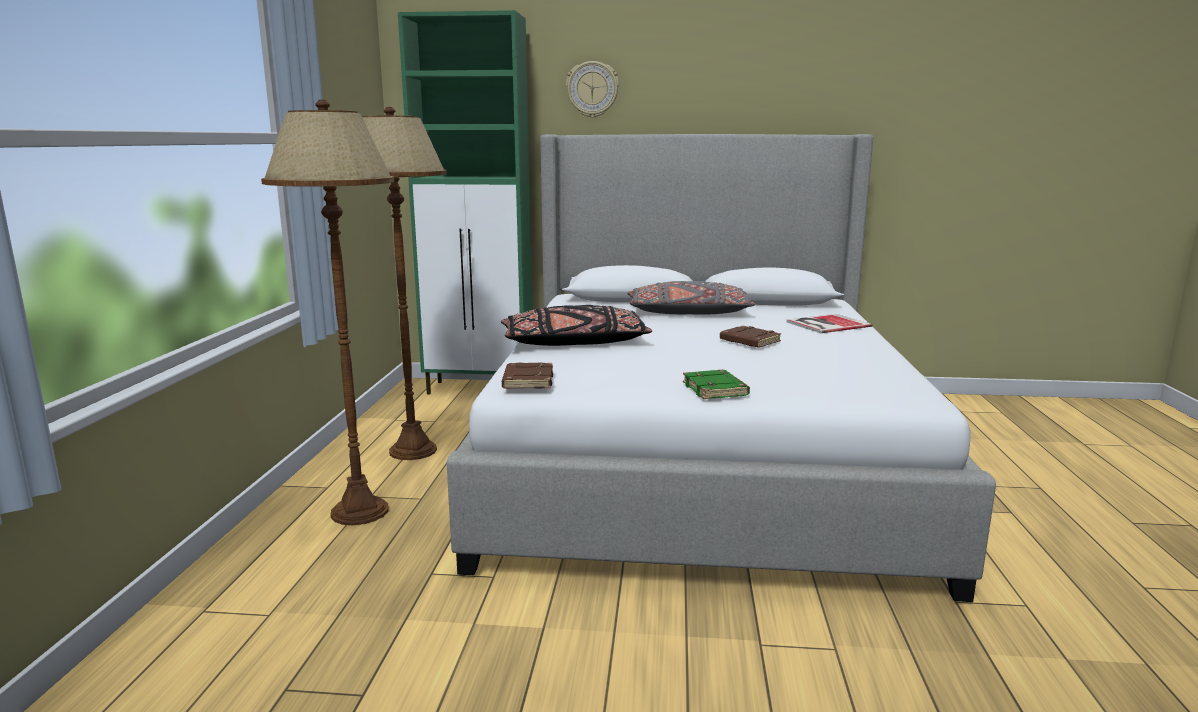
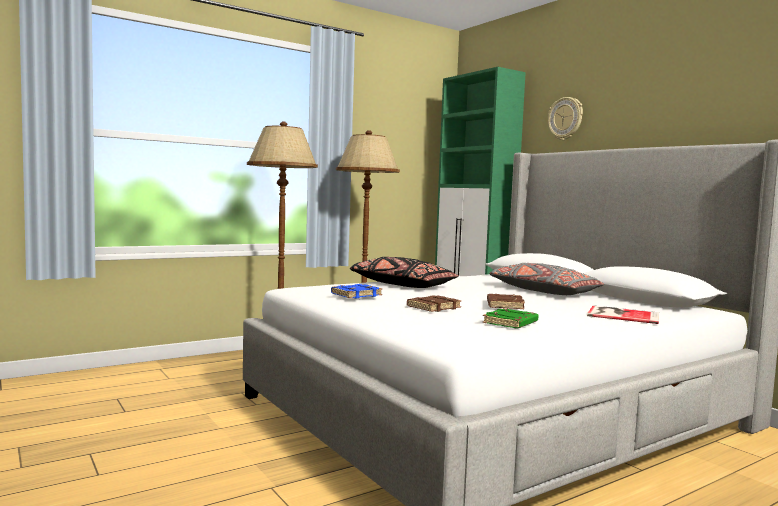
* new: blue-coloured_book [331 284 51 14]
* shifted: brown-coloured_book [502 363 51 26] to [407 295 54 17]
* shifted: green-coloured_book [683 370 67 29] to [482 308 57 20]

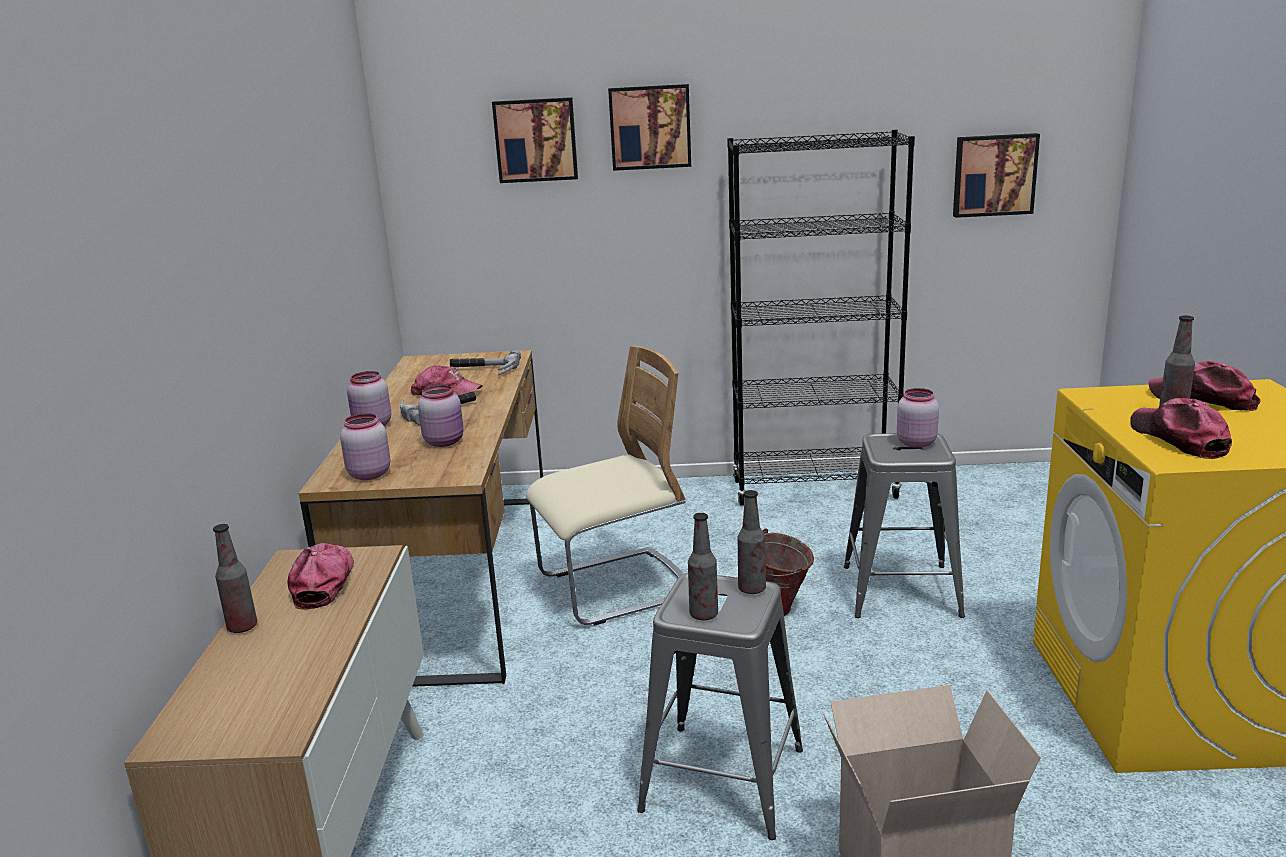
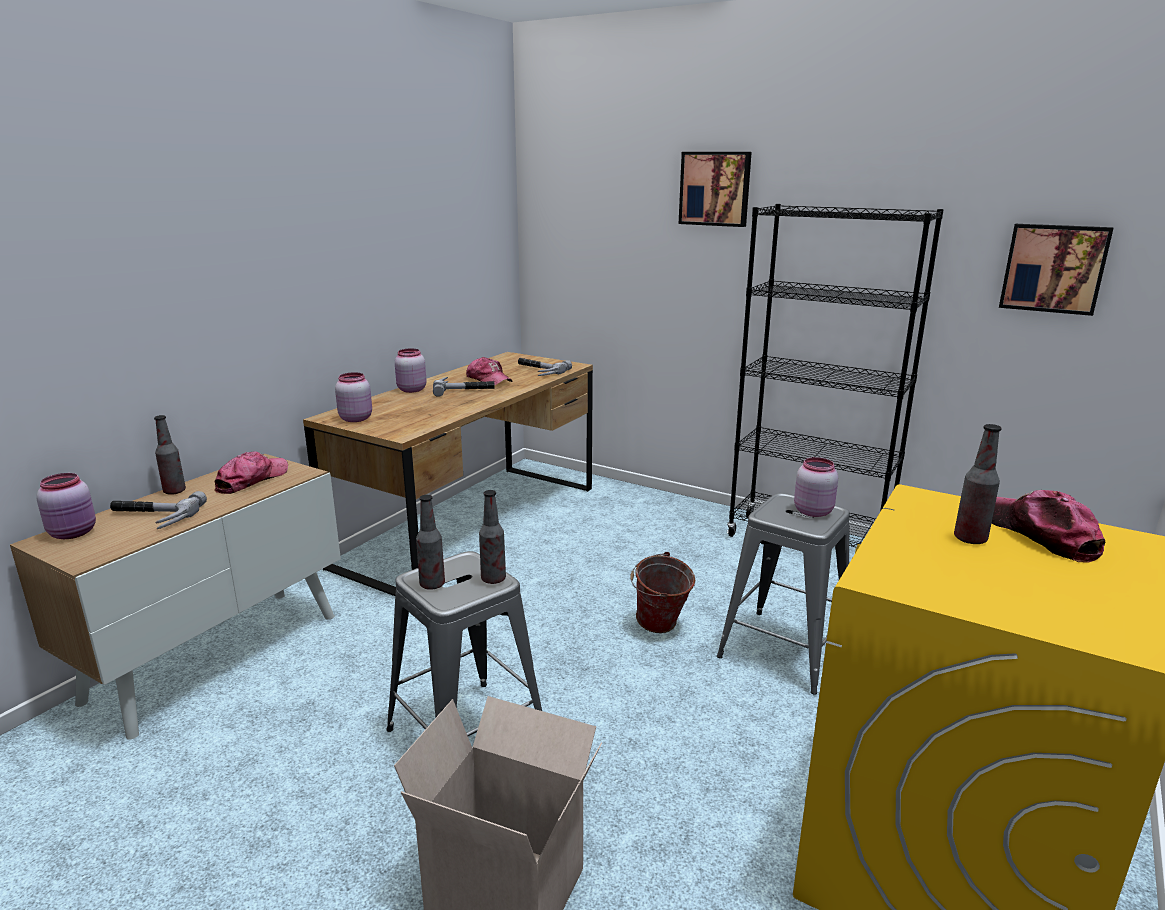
* gone: wall_art [492 97 86 86]
* gone: sand-coloured_upright_chair [526 346 160 280]
* gone: peaked_cap [1130 398 102 61]
* new: hammer [110 491 97 38]
* shifted: pink_jar [418 385 46 62] to [37 473 59 66]

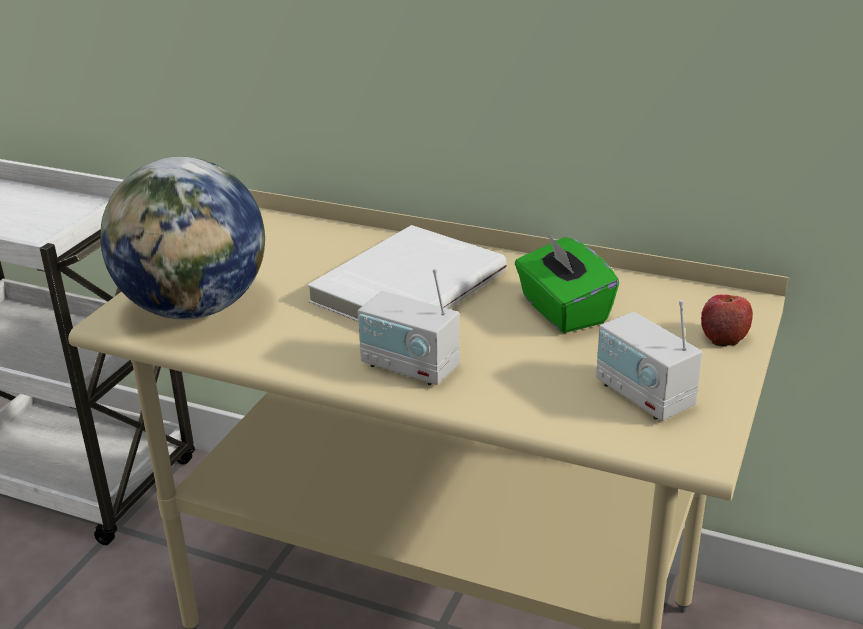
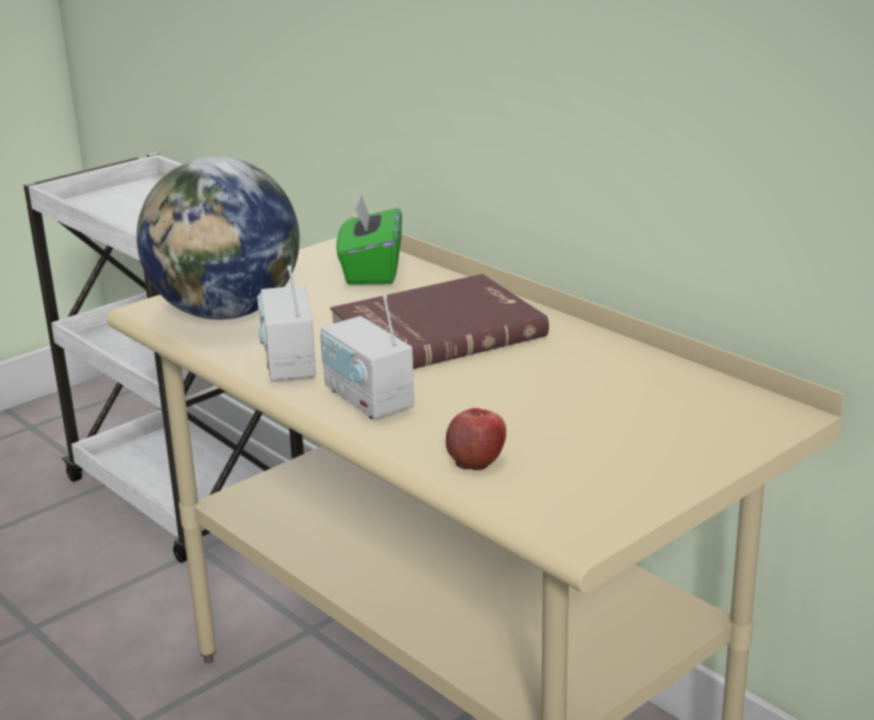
* shifted: green-coloured_tissue_holder [515 233 104 100] to [336 195 66 90]
* shifted: radio_receiver [596 300 106 121] to [257 265 59 115]
* shifted: apple [701 295 52 52] to [446 408 60 62]
* repainted: whitish_book [307 225 199 96] to red_book [330 274 219 95]

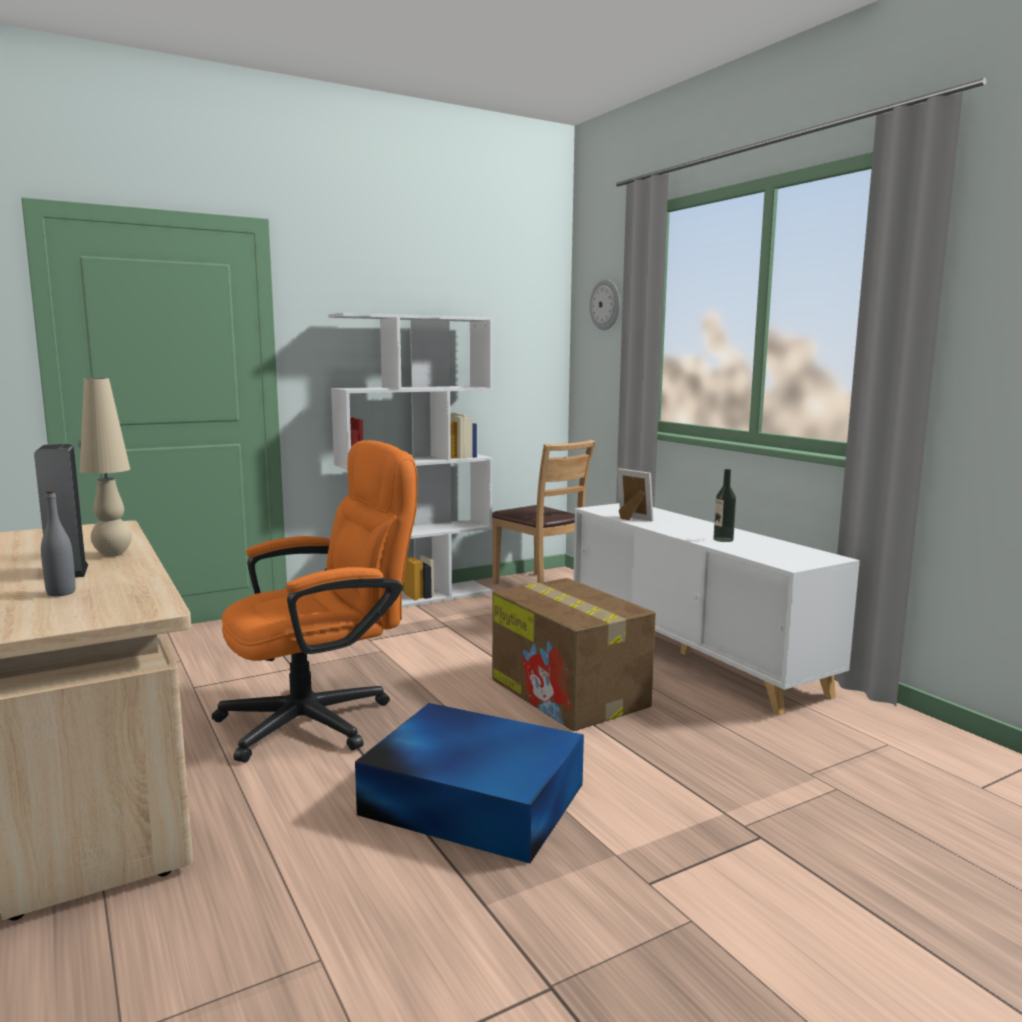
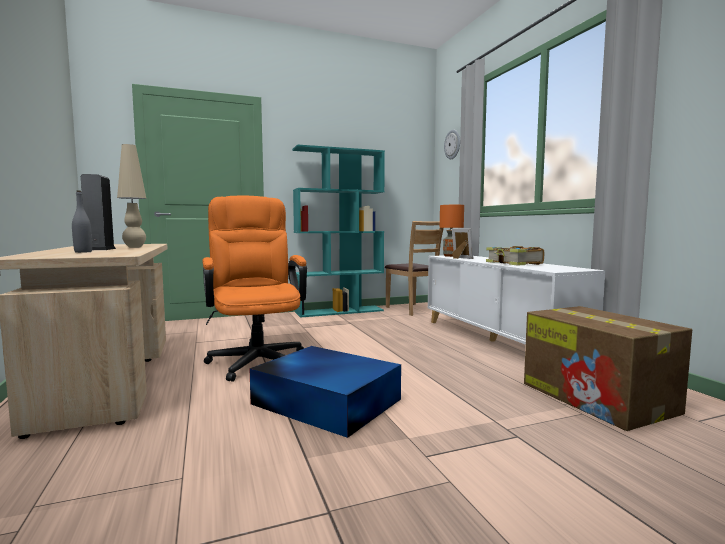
* new: orange-coloured_lamp_for_a_table [440 205 24 52]
* shifted: cardboard_box [492 578 164 153] to [524 306 168 125]
* swapped: beverage_bottle [713 469 23 73] to book [486 246 58 20]
* repainted: whitish_bookcase [328 313 165 295] to turquoise-coloured_bookcase [292 144 93 174]
* rotated: orange-coloured_office_chair [212 440 205 323] = [202 196 105 186] 90 degrees counterclockwise

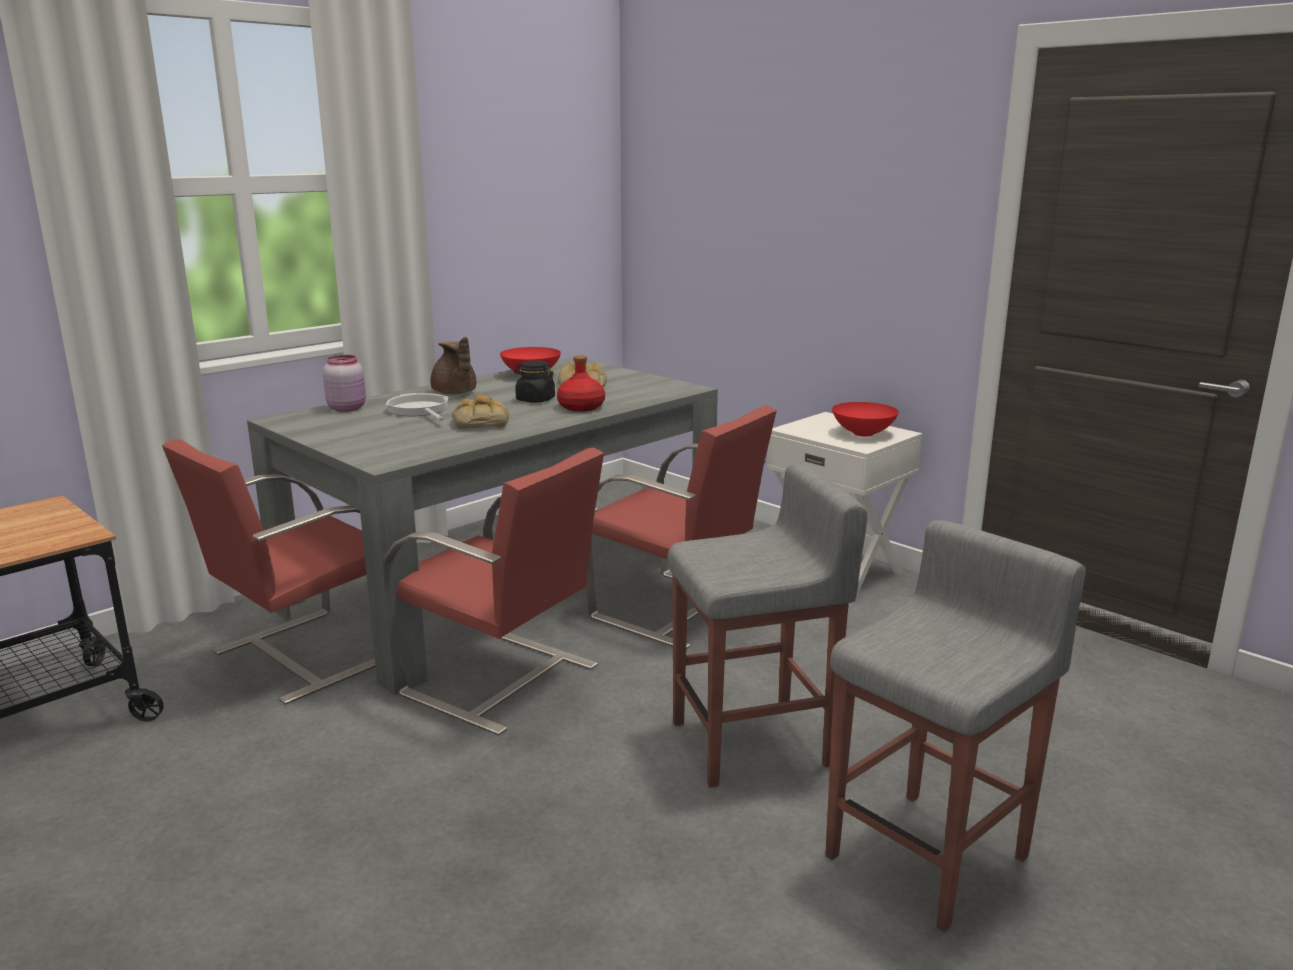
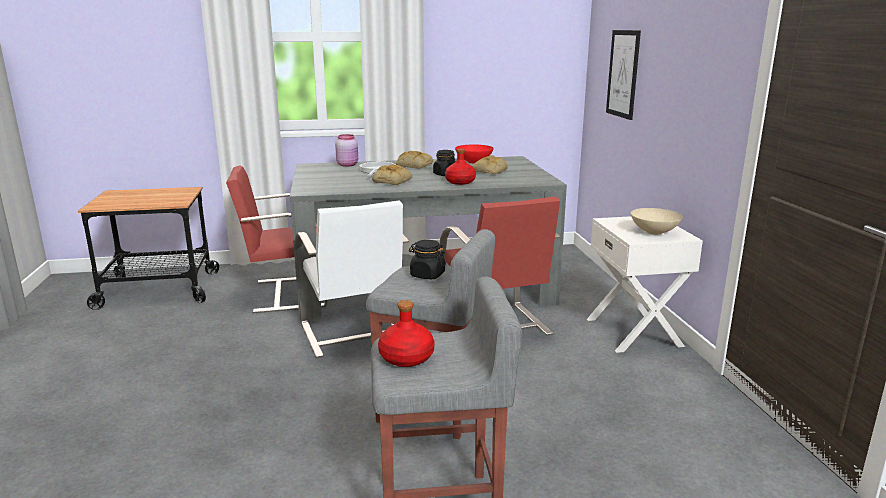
* new: red_beverage_bottle [378 300 56 67]
* new: black_jar [409 240 37 39]
* new: wall_art [606 30 35 90]
* swapped: brown-coloured_teapot [431 337 45 57] to baked_bread [396 151 37 18]
* repainted: red_upright_chair [384 447 220 289] to whitish_upright_chair [295 200 114 158]
* repainted: red_bowl [832 402 67 35] to sand-coloured_bowl [630 208 53 27]

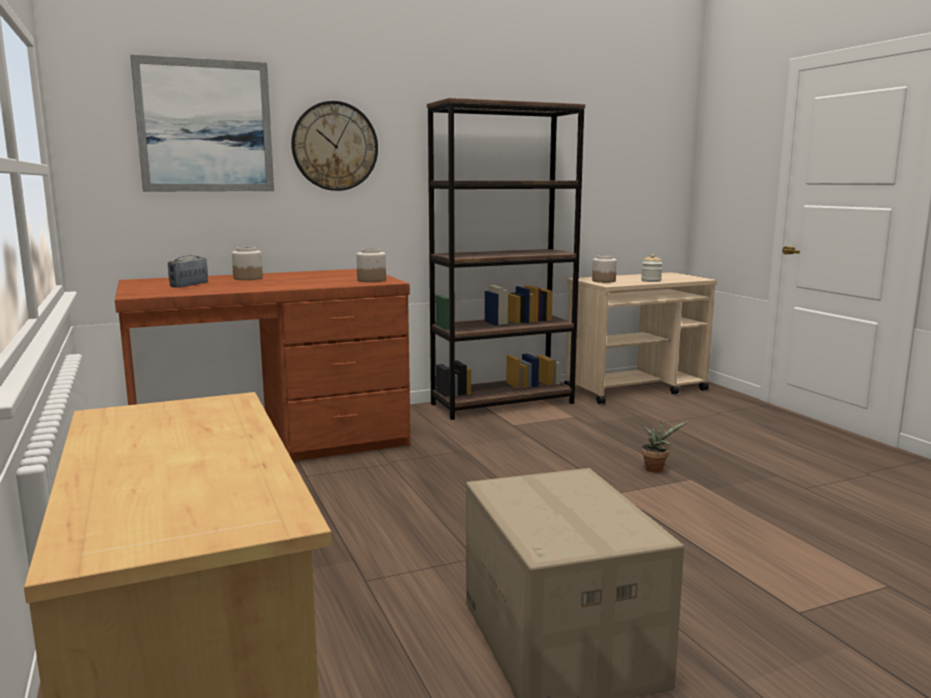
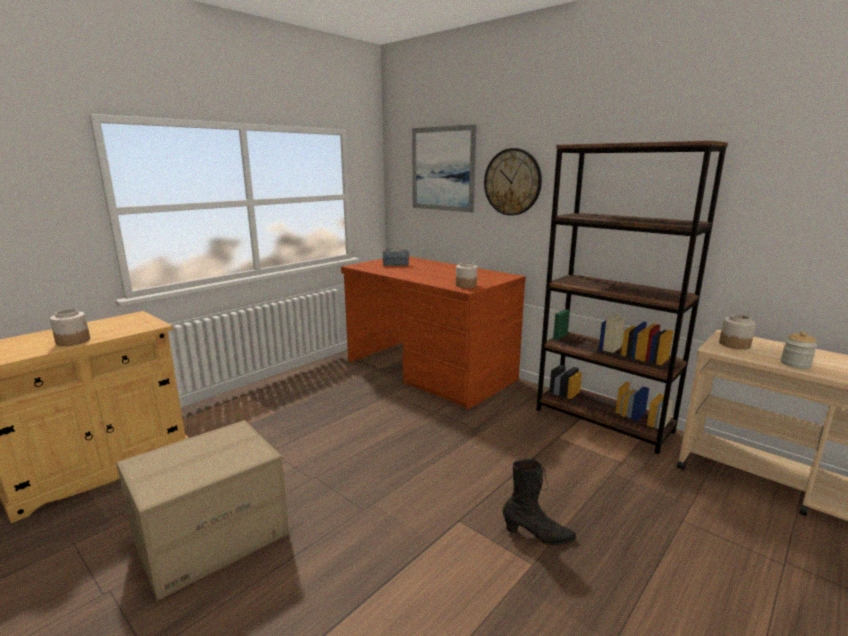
* shifted: jar [232 247 31 33] to [50 309 40 37]
* swapped: houseplant [641 420 46 52] to black_tall_boot [502 459 74 87]

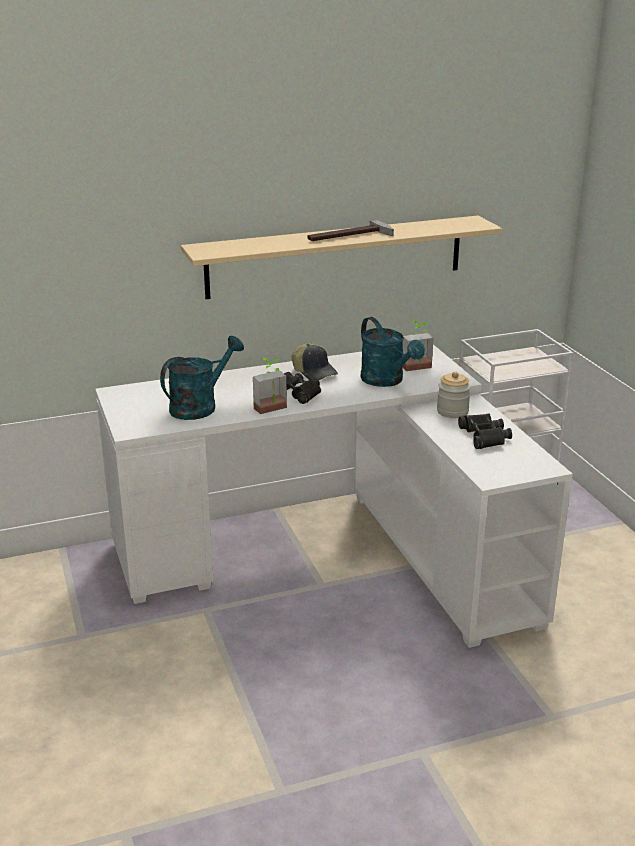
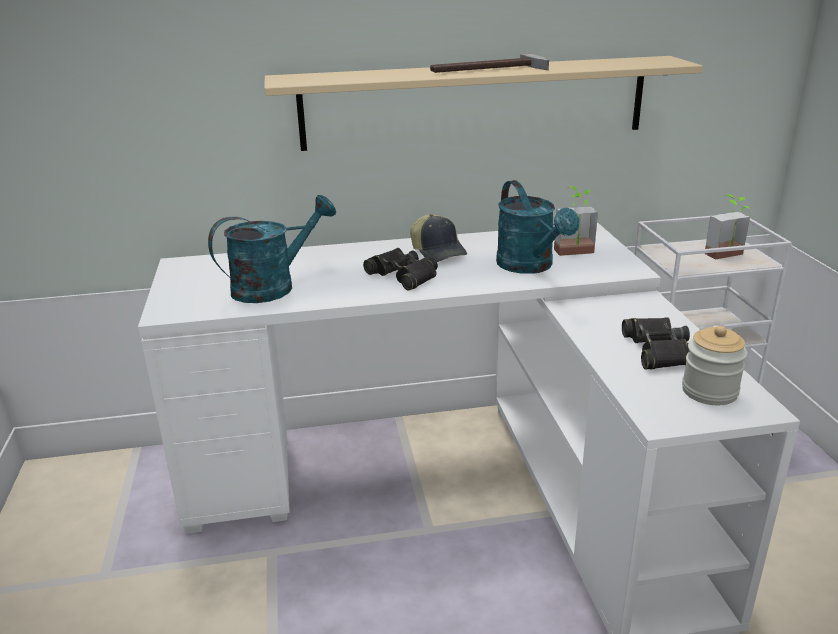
* shifted: houseplant [253 358 34 56] to [704 194 46 66]
* shifted: jar [437 372 34 46] to [682 326 65 79]

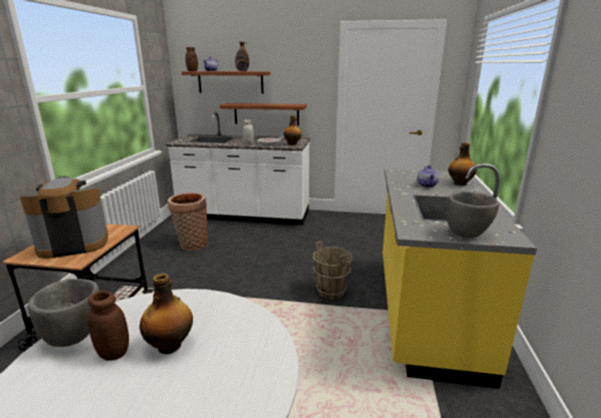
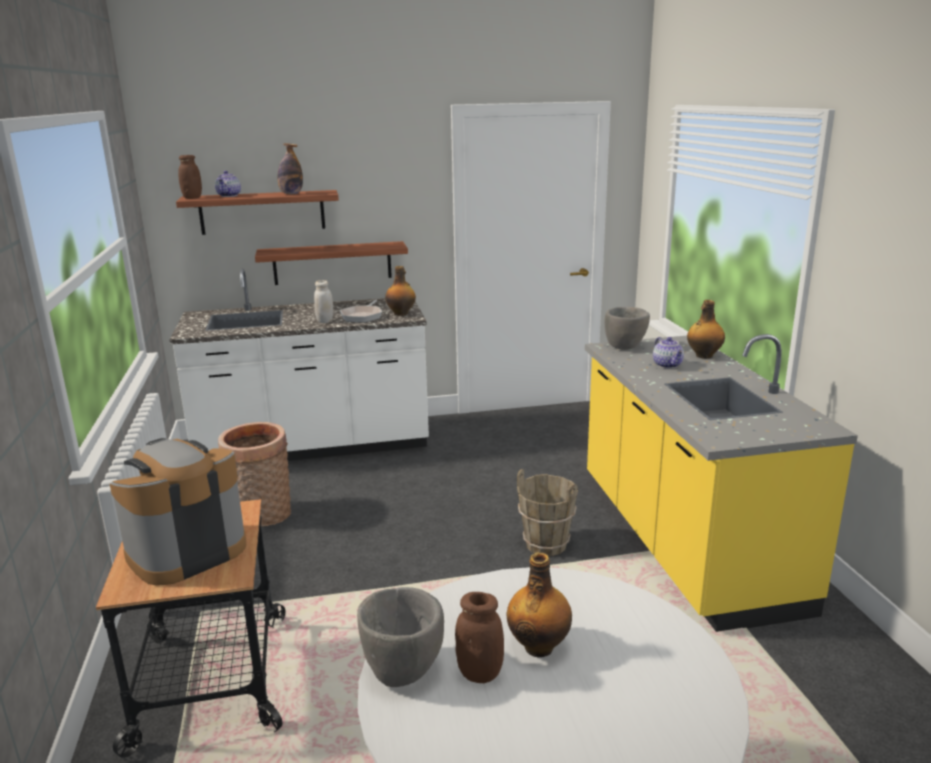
* shifted: greyish_bowl [446 192 53 46] to [604 307 46 43]

